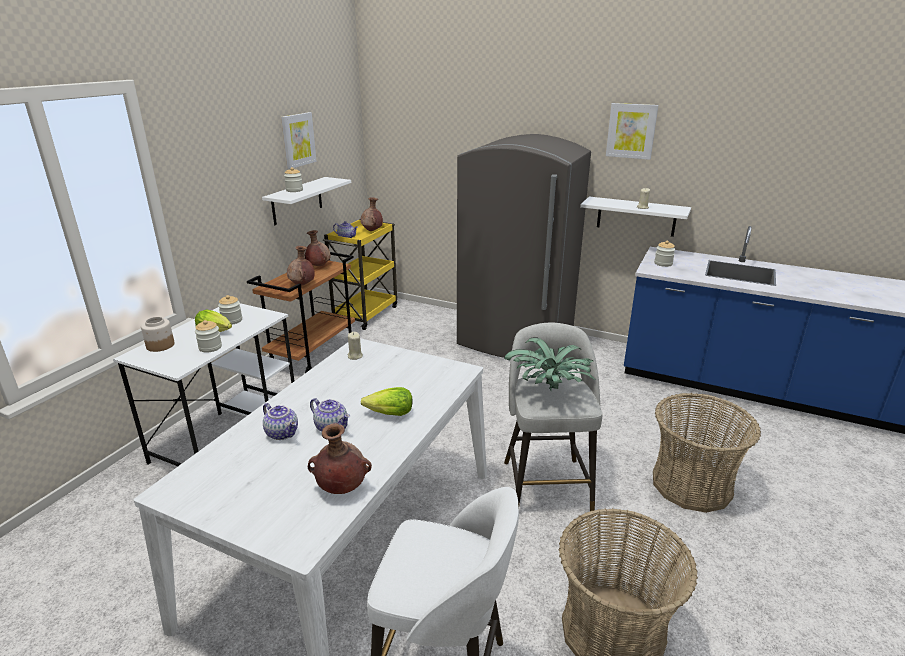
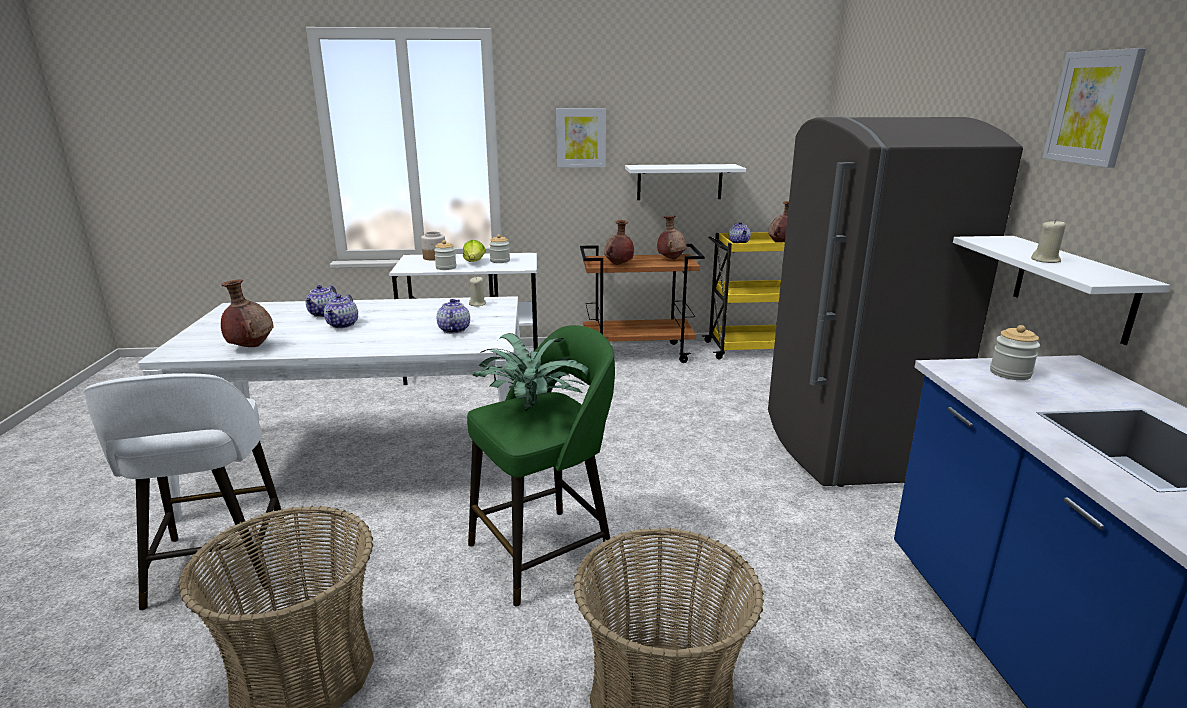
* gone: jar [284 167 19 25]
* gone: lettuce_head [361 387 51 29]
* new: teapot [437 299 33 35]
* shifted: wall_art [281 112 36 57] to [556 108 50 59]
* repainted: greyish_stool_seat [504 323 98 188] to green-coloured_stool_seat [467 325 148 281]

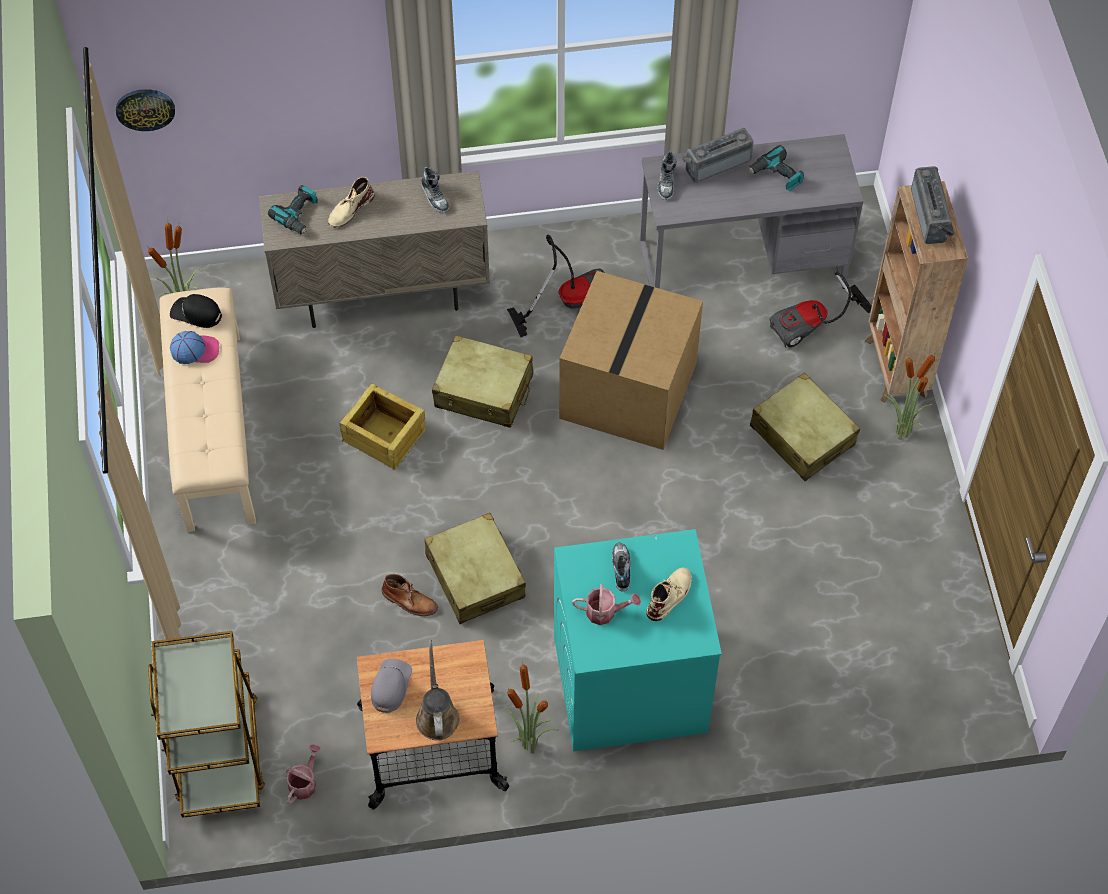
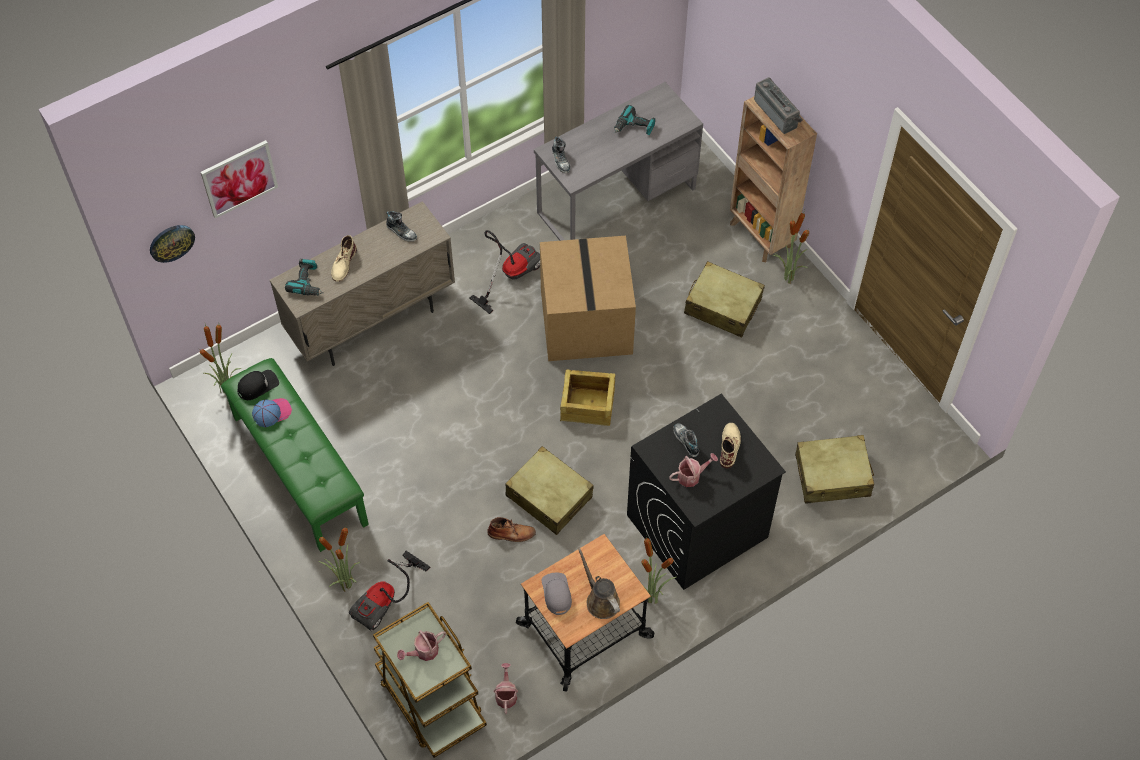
* gone: radio_receiver [682 128 71 55]
* new: wall_art [201 140 77 79]
* new: houseplant [318 525 42 66]
* new: watering_pot [397 630 49 31]
* shifted: packing_crate [339 383 87 87] to [560 369 55 57]
* shifted: sand-coloured_travel_case [432 335 101 93] to [795 435 79 69]
* shifted: vacuum_cleaner [770 271 102 76] to [349 551 81 80]
* repainted: sand-coloured_bench [159 287 97 245] to green-coloured_bench [221 358 148 194]
* repainted: turquoise-coloured_washing_machine [554 529 168 223] to black_washing_machine [627 394 159 196]
* rotated: black_peaked_cap [170 294 52 34] = [237 370 42 30] 150 degrees clockwise

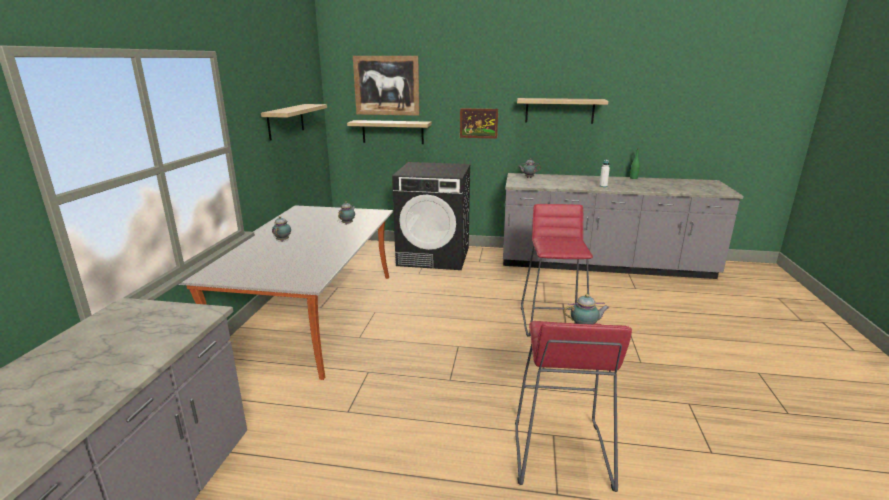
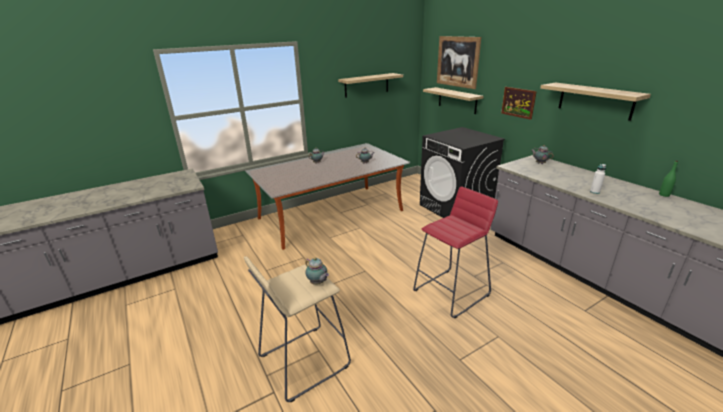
* repainted: red_stool_seat [515 321 117 171] to sand-coloured_stool_seat [244 256 107 146]

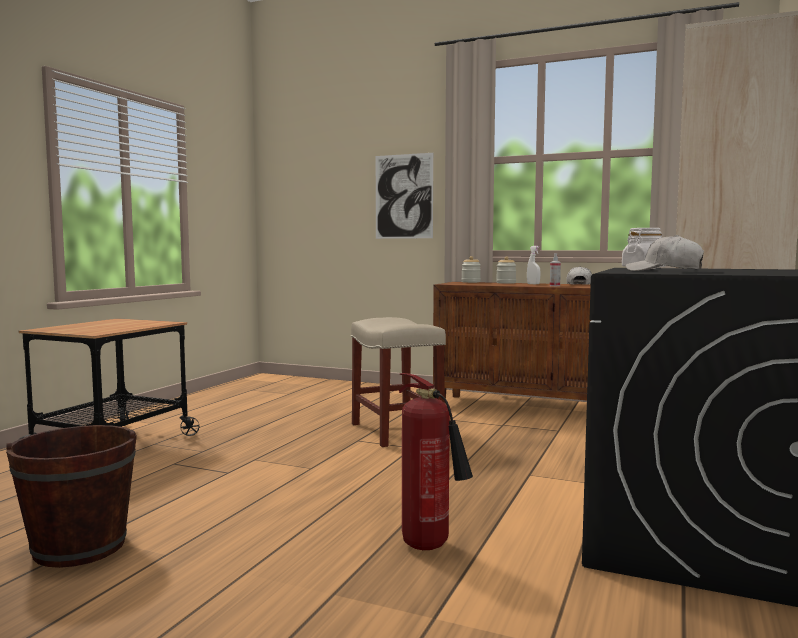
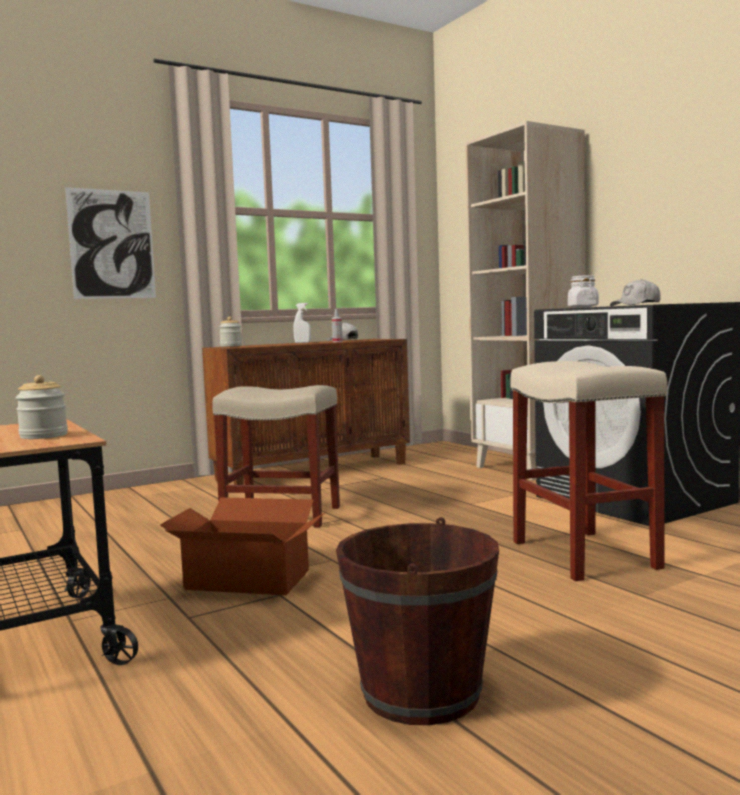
* new: cardboard_box [160 497 166 98]
* shifted: jar [496 256 20 28] to [15 375 53 64]
* swapped: fire-fighting_cylinder [399 373 74 177] to sand-coloured_stool_seat [510 361 157 220]

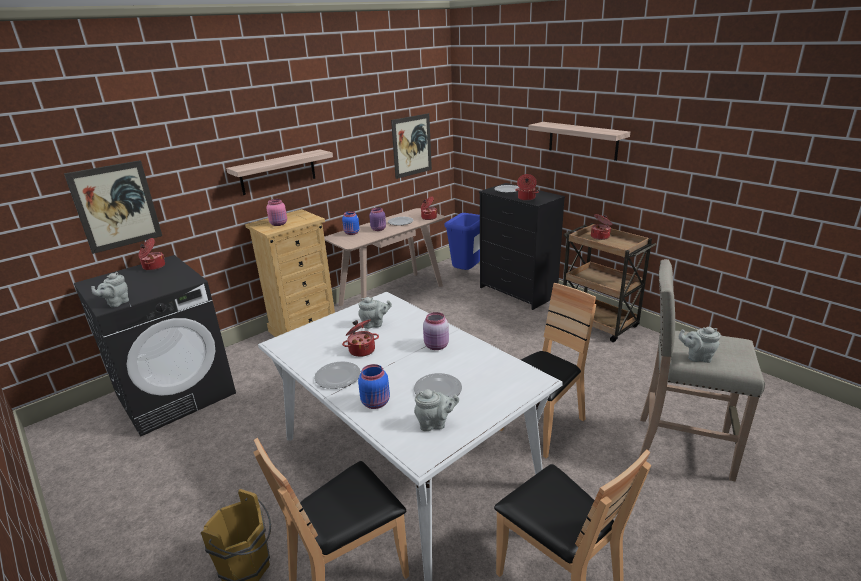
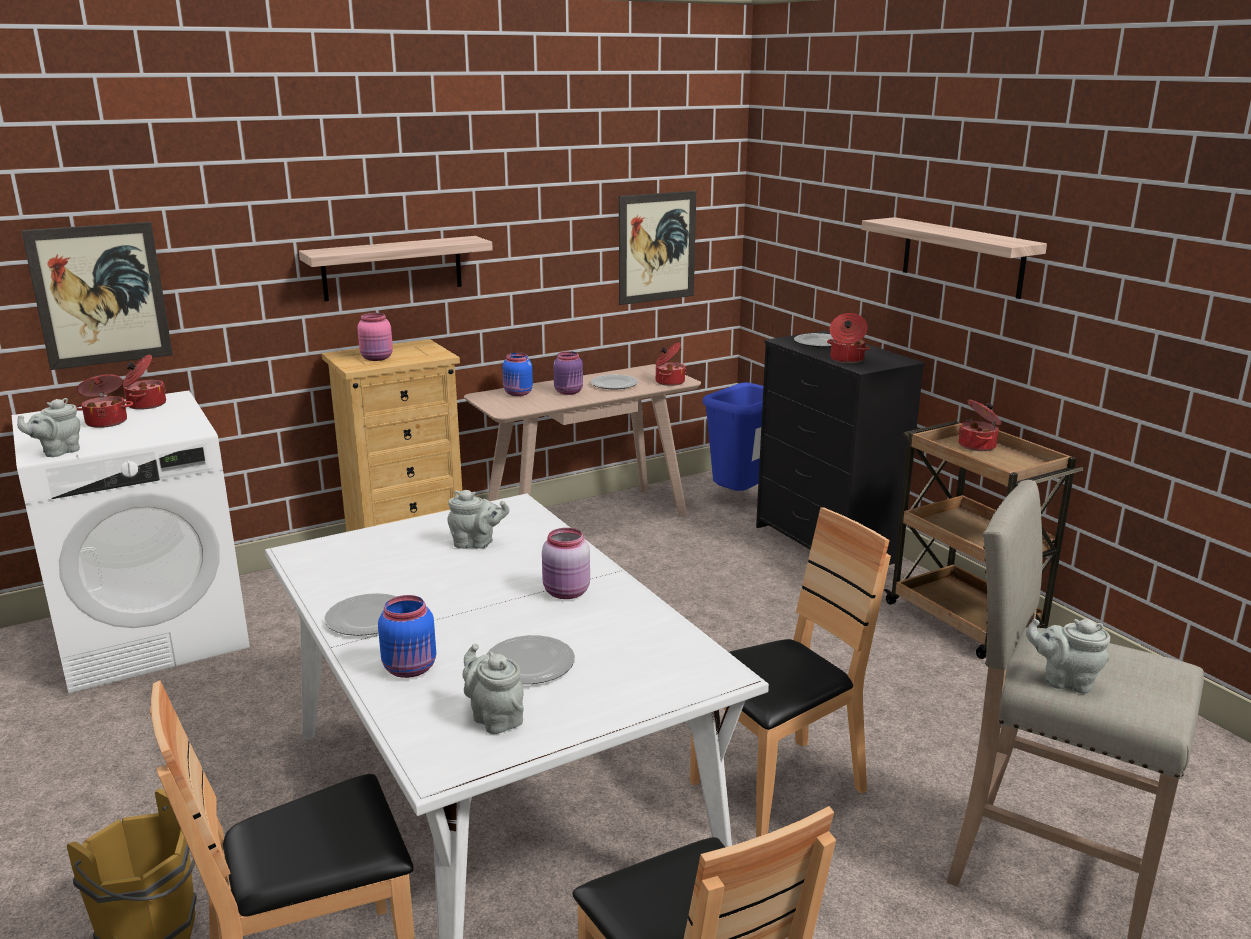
* shifted: stockpot [342 319 37 38] to [76 374 57 54]
* repainted: black_washing_machine [74 255 162 182] to whitish_washing_machine [12 391 238 302]
* rotated: greyish_teapot [414 389 45 42] = [462 643 62 91] 135 degrees counterclockwise

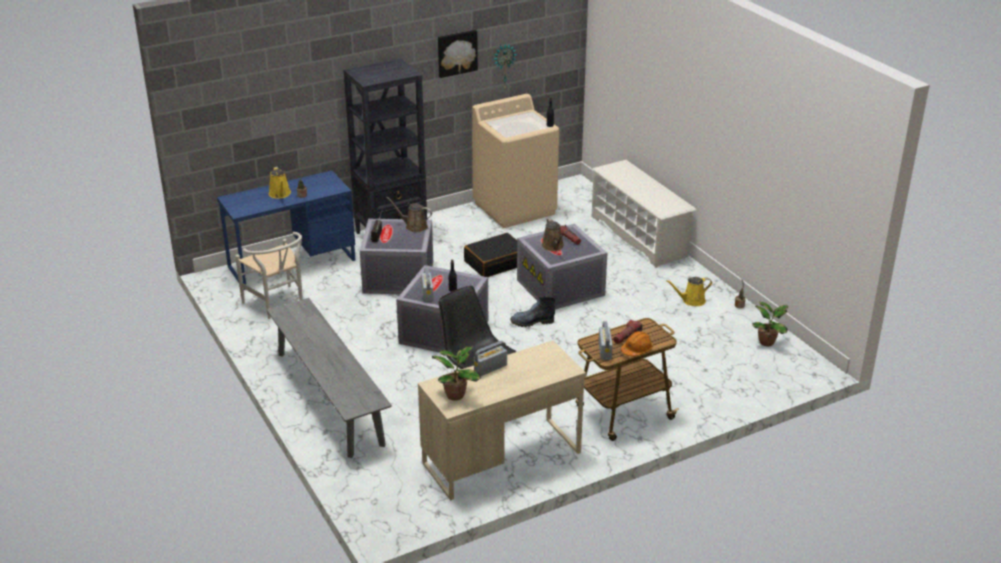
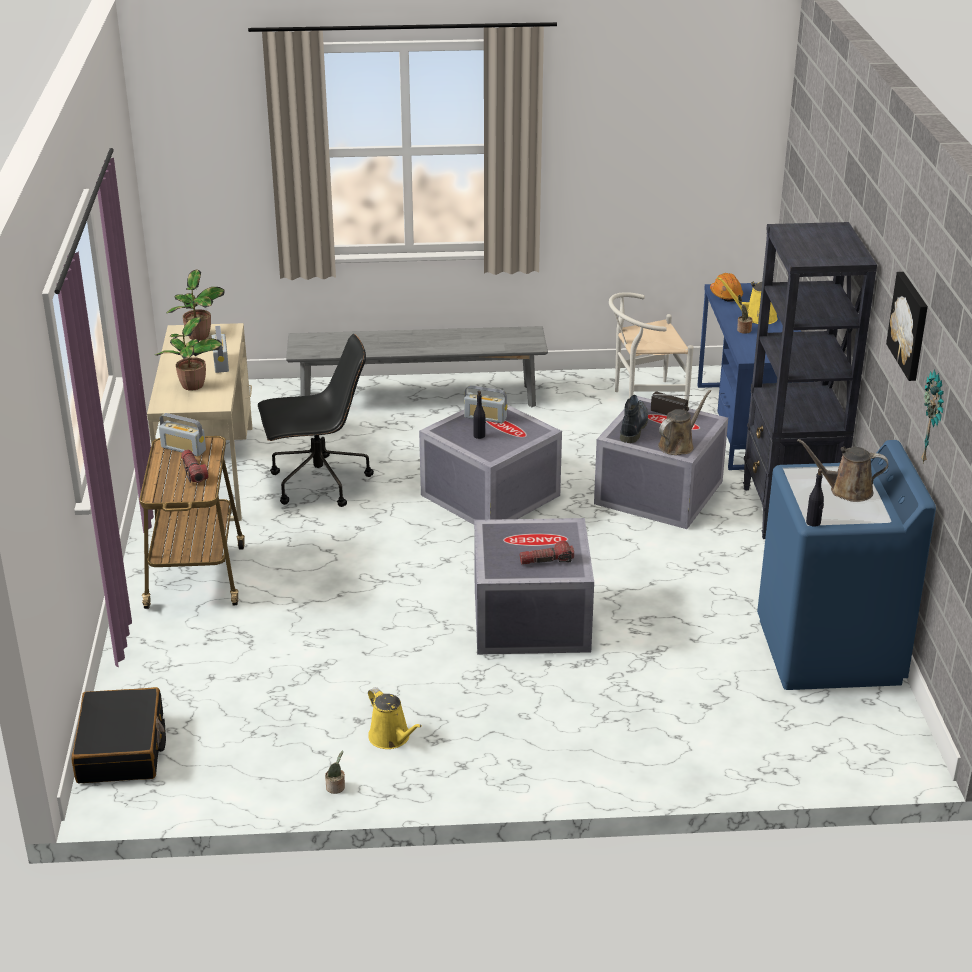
* gone: whitish_shoe_rack [592 160 104 108]
* shifted: black_travel_case [464 233 53 44] to [71 687 95 96]
* shifted: tall_boot [510 297 45 30] to [620 395 28 48]
* shifted: brown-coloured_watering_pot [541 218 23 33] to [797 439 91 63]
* shifted: orange-coloured_safety_helmet [621 331 32 25] to [710 273 33 29]
* shifted: houseplant [752 302 37 44] to [155 317 67 74]
* repainted: sand-coloured_washing_machine [472 94 87 134] to blue-coloured_washing_machine [757 440 179 250]
* rotated: yellowish_watering_pot [666 277 46 29] = [368 687 54 62] 135 degrees clockwise

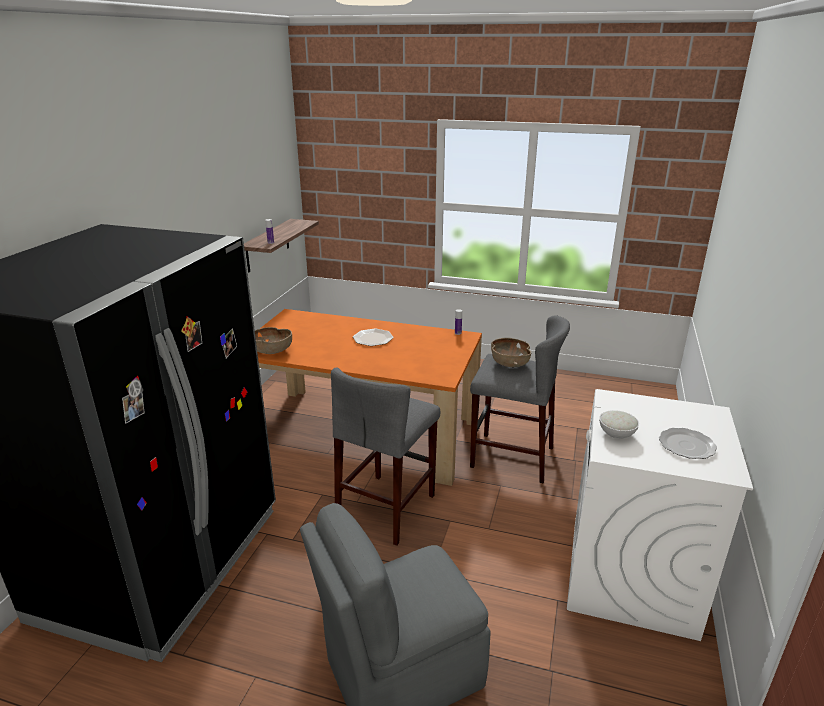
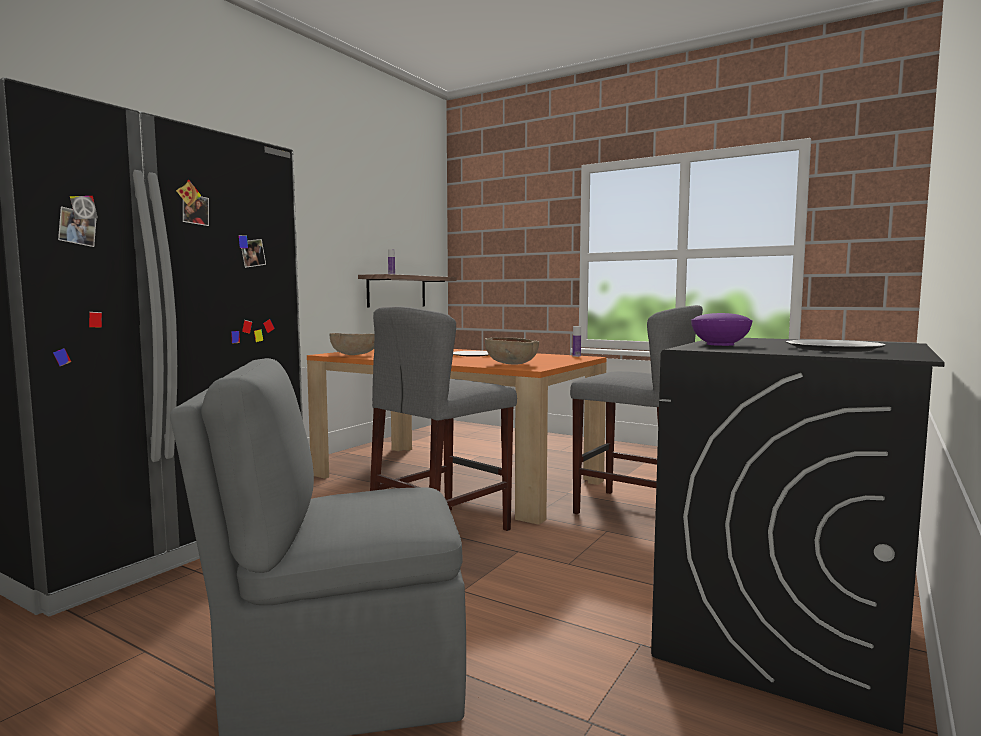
* shifted: brown-coloured_bowl [491 338 40 29] to [485 337 54 28]
* repainted: whitish_washing_machine [567 389 186 252] to black_washing_machine [651 338 294 396]
* repainted: whitish_bowl [599 410 40 29] to purplish_bowl [691 313 62 33]

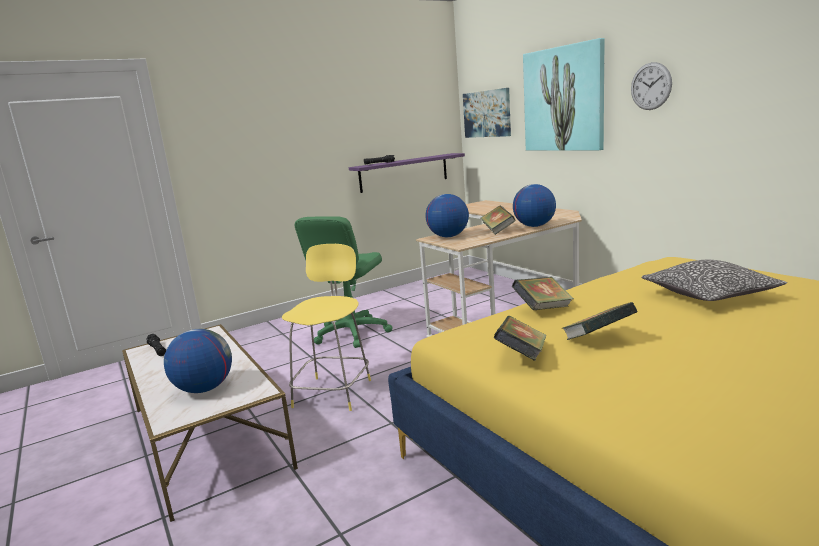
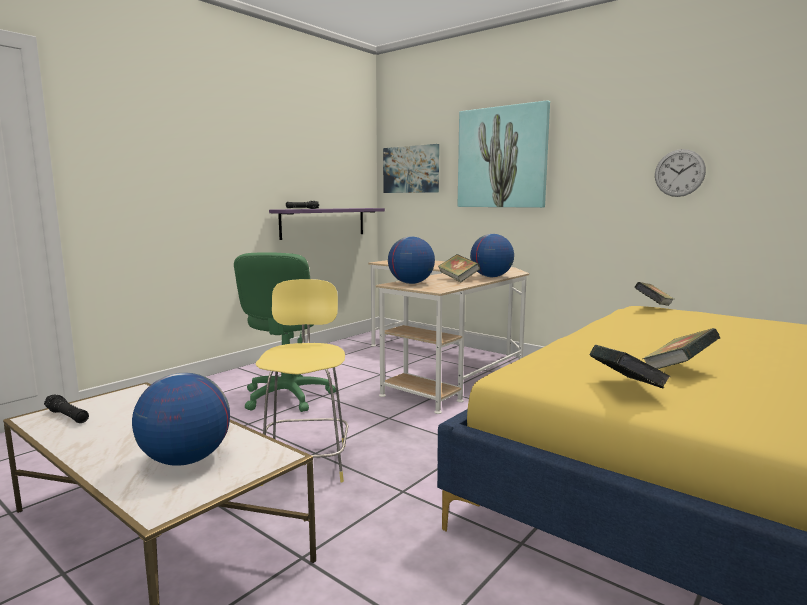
* gone: pillow [642 260 145 41]
* shifted: book [512 277 62 33] to [634 282 40 24]
* shifted: clock_on_the_wall [631 62 41 48] to [655 149 51 48]

